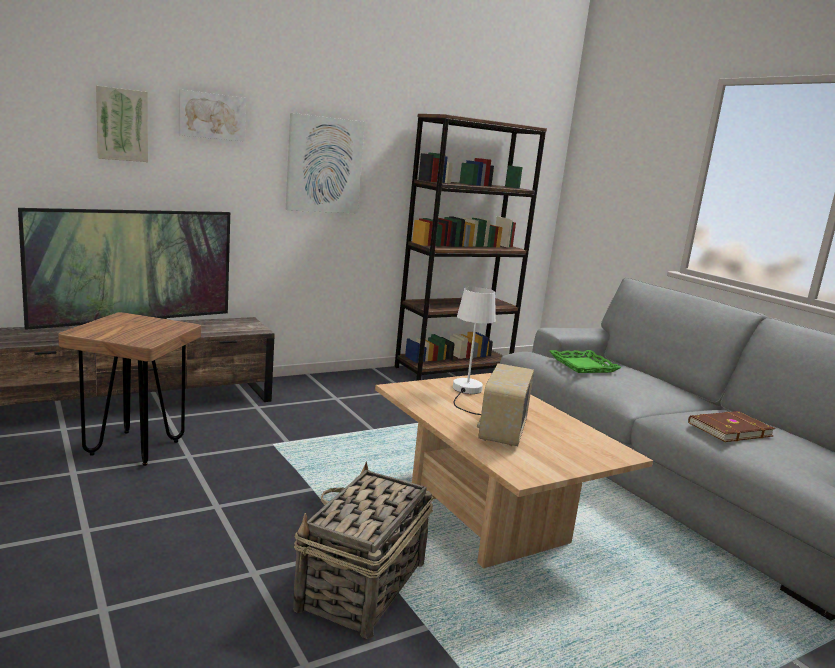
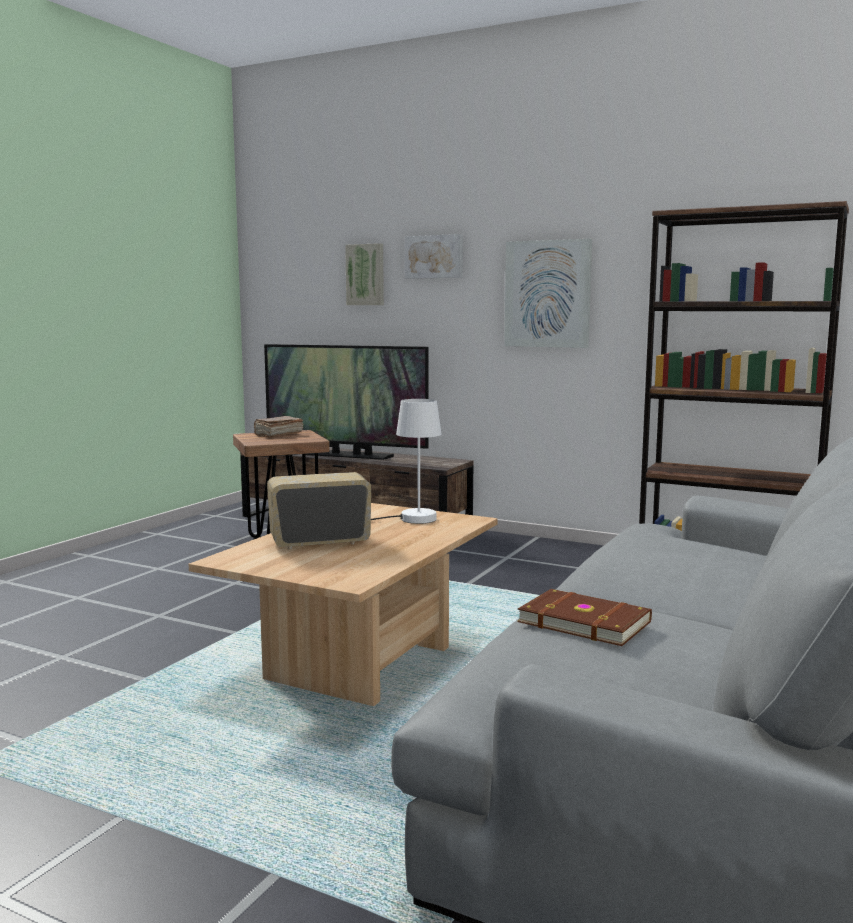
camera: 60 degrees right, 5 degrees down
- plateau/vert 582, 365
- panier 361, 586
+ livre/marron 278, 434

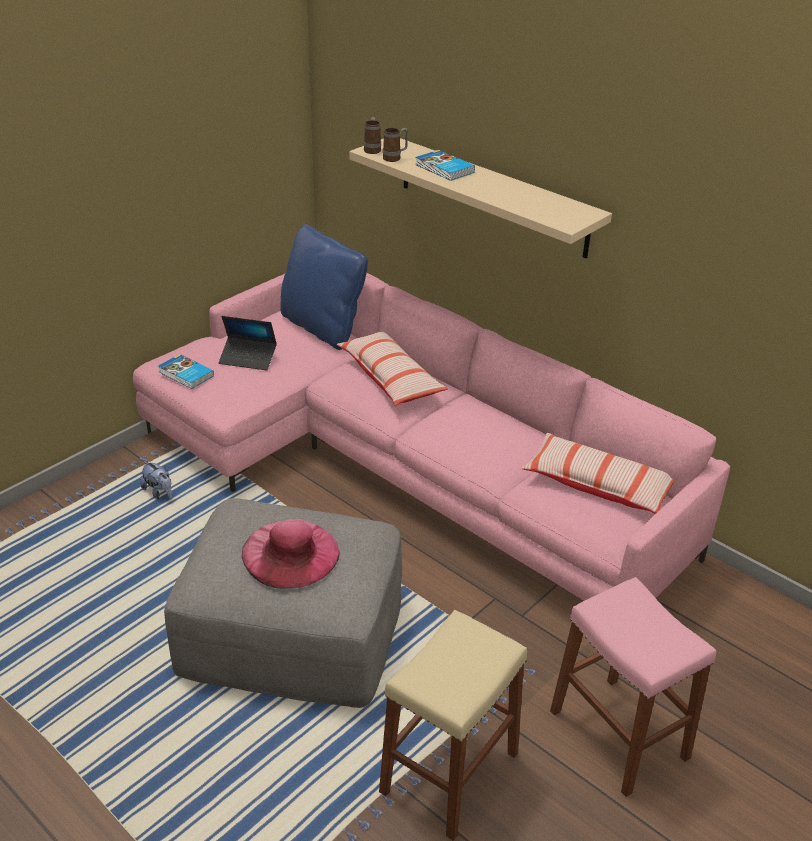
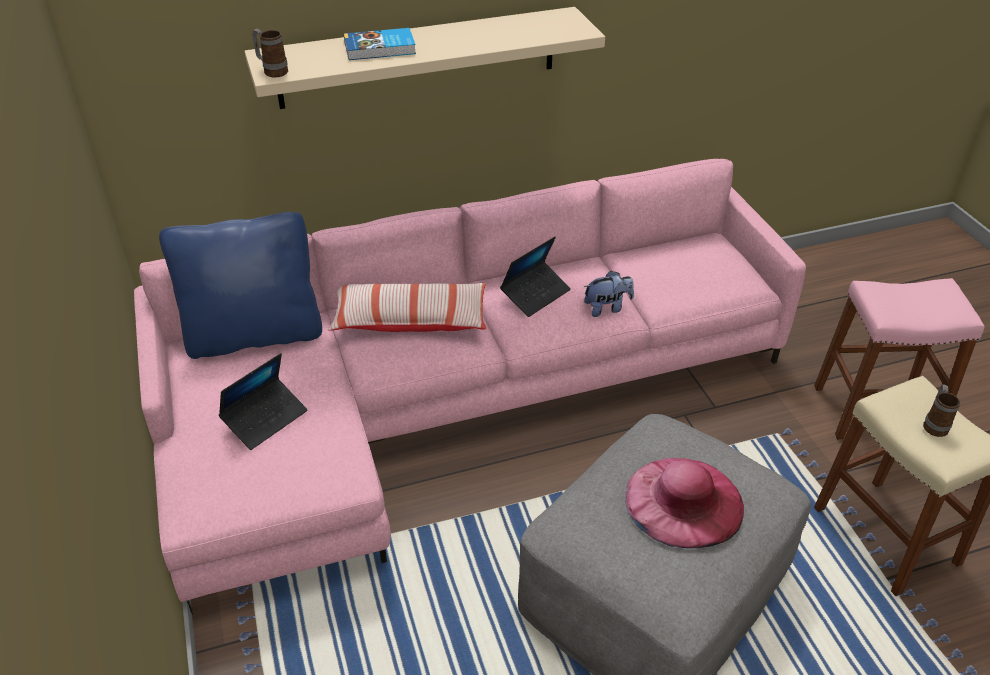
camera: 60 degrees left, 5 degrees up
~ mug 395, 158 to 934, 424
- livre 185, 374
- coussin 598, 485
~ peluche 159, 492 to 607, 308
+ ordinateur portable 535, 294

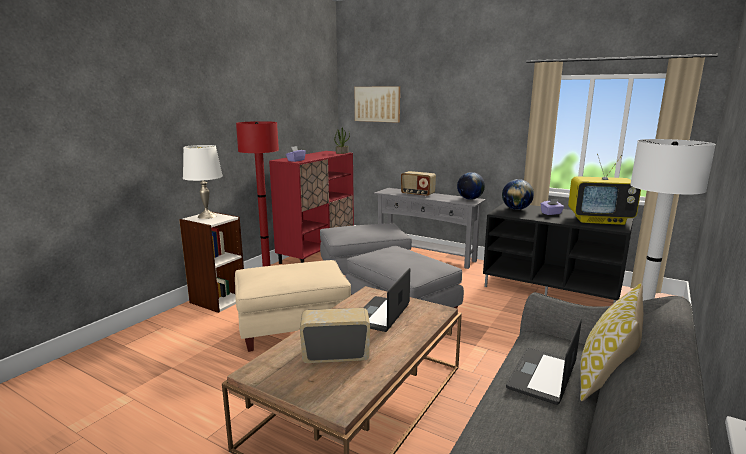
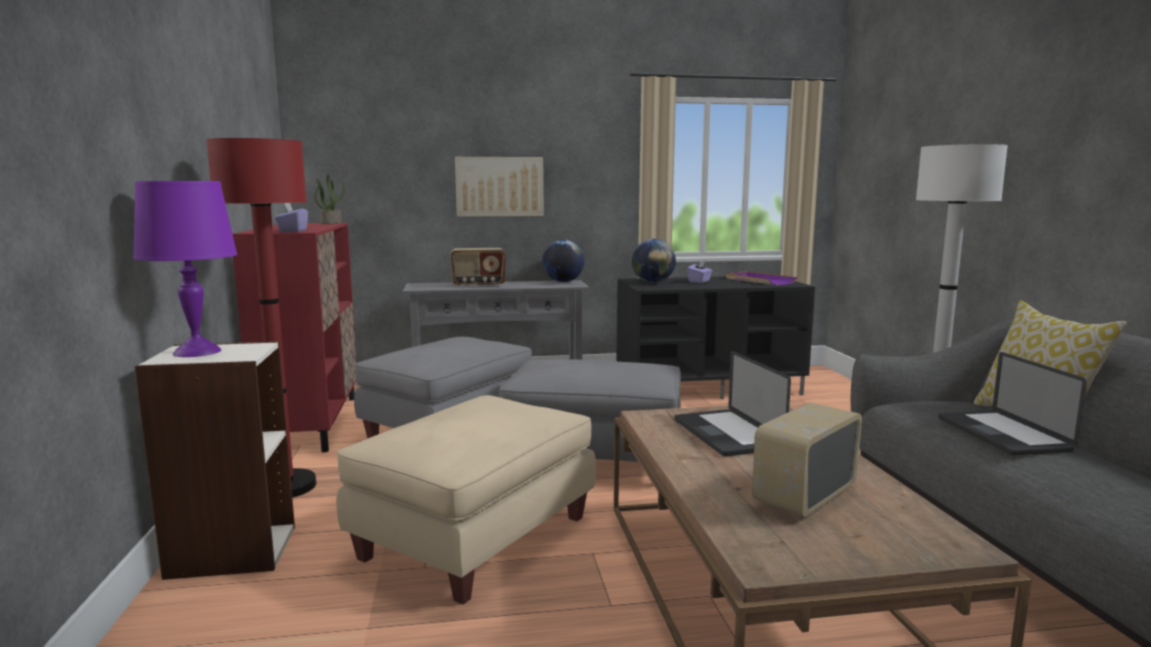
camera: 40 degrees left, 5 degrees down
~ tableau 377, 104 to 499, 186
~ lampe de table/blanc 206, 216 to lampe de table/violet 196, 352
~ téléviseur 599, 220 to plateau/violet 759, 281

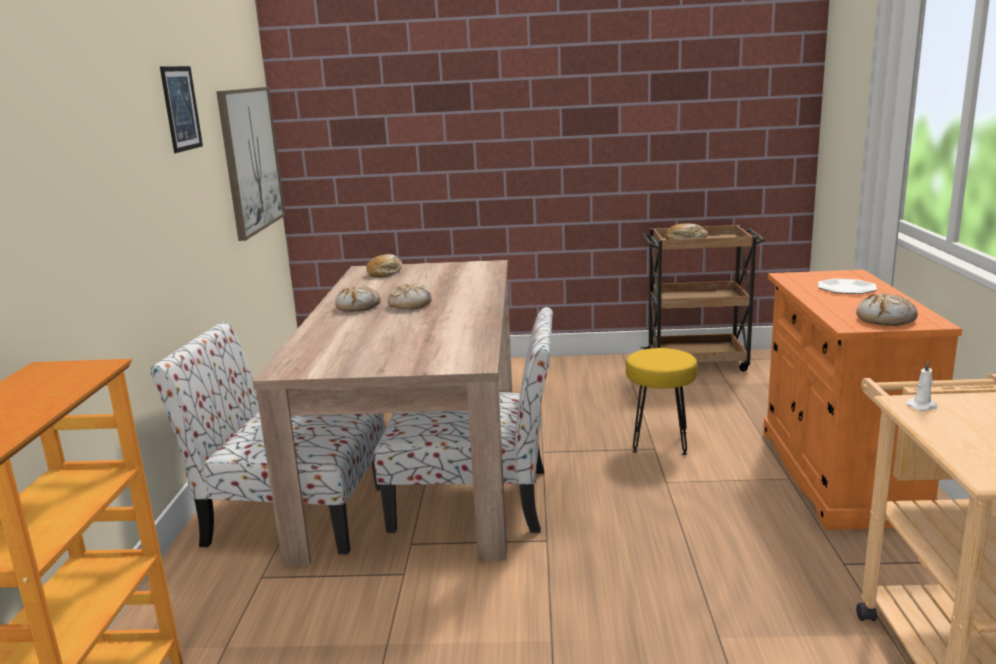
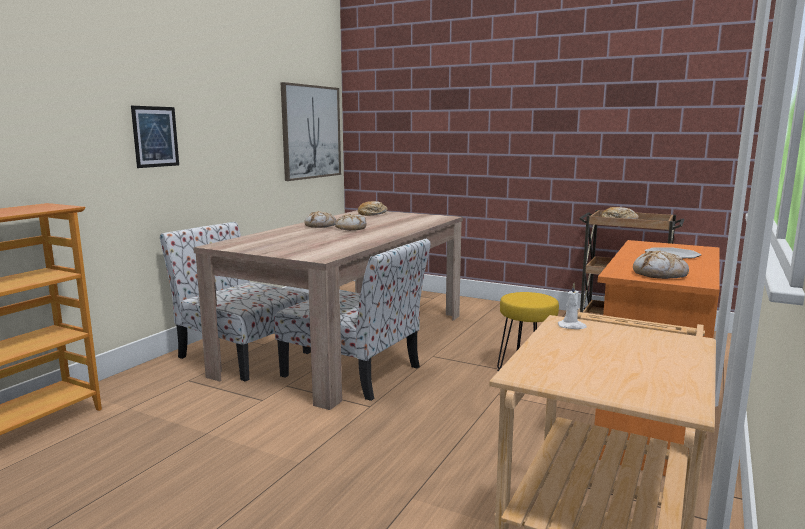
camera: 25 degrees right, 5 degrees down
~ tableau 181, 108 to 155, 136

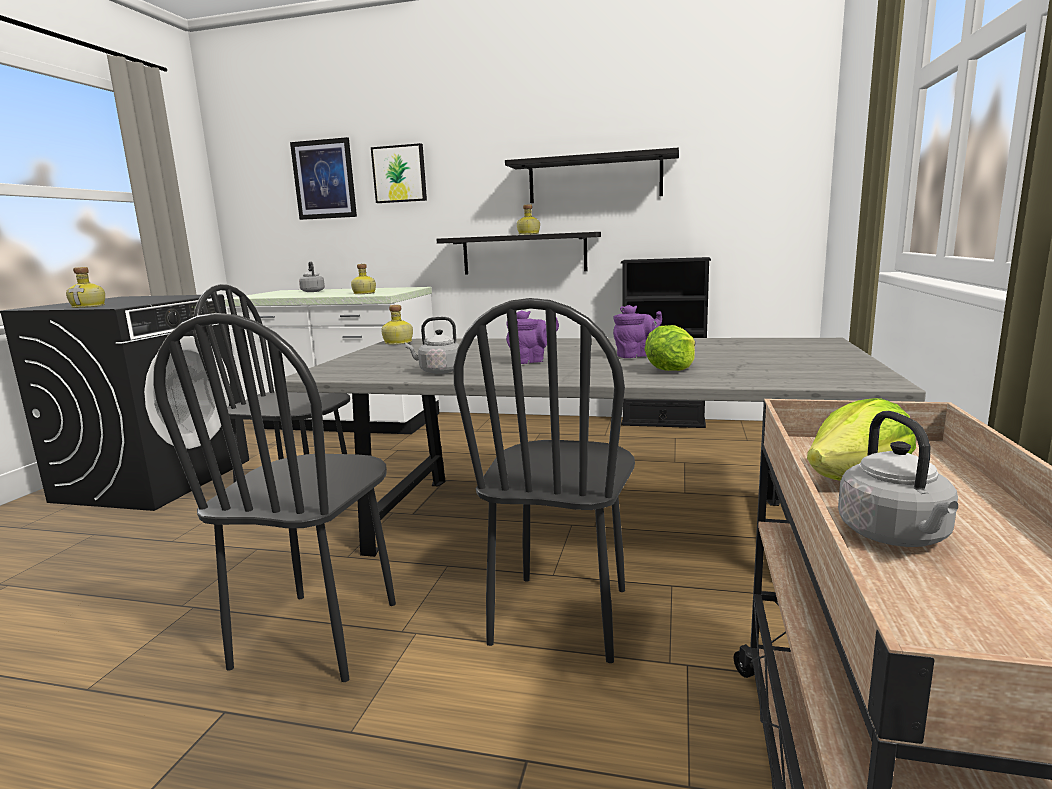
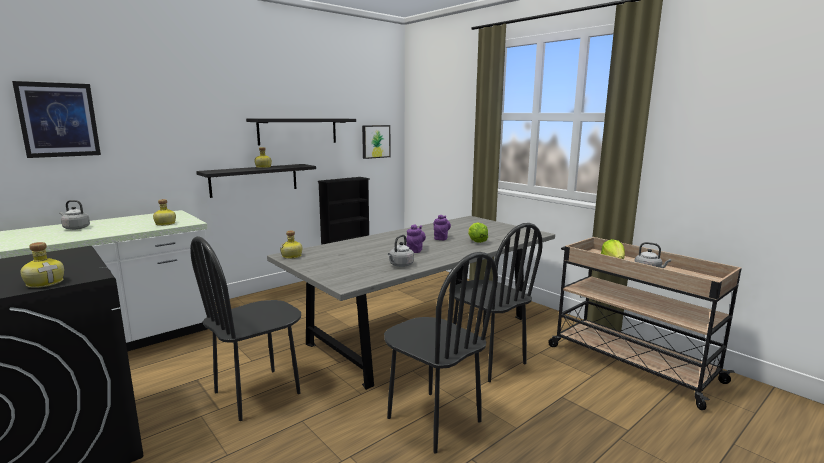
camera: 55 degrees left, 0 degrees up
~ tableau 400, 174 to 375, 141

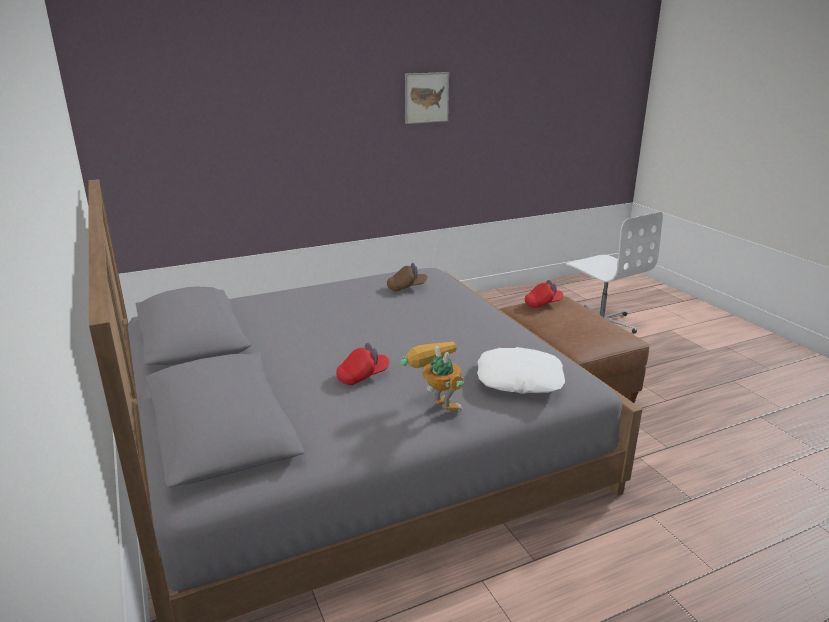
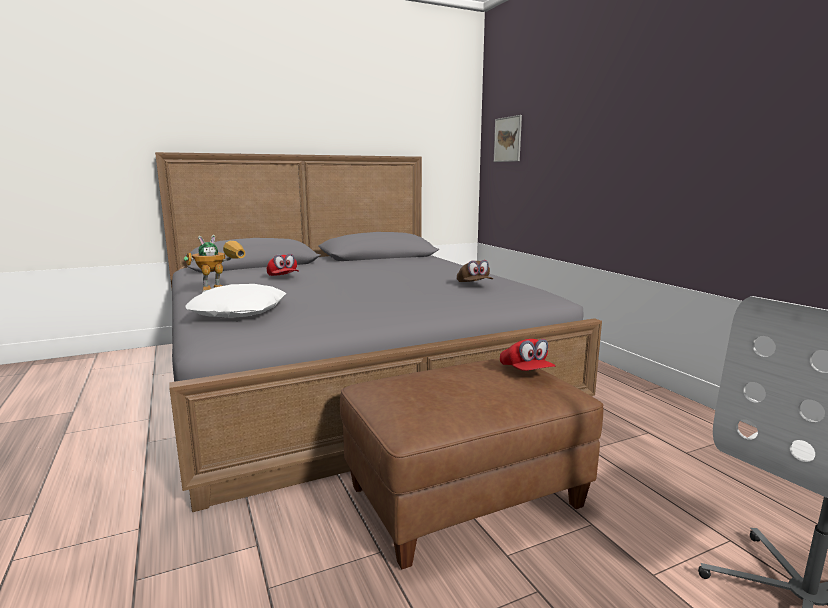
camera: 90 degrees right, 10 degrees down
~ tableau 426, 98 to 507, 139

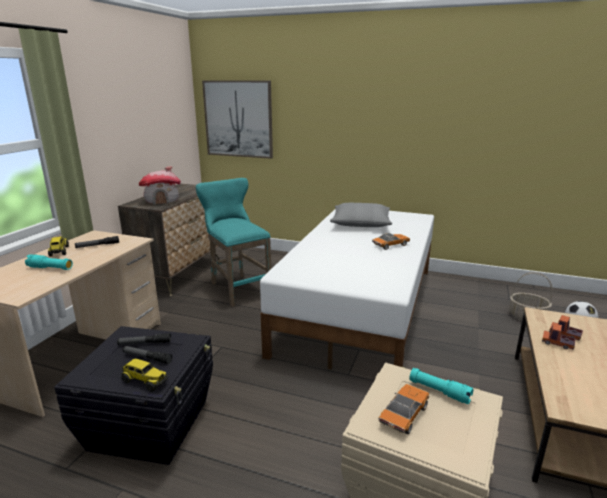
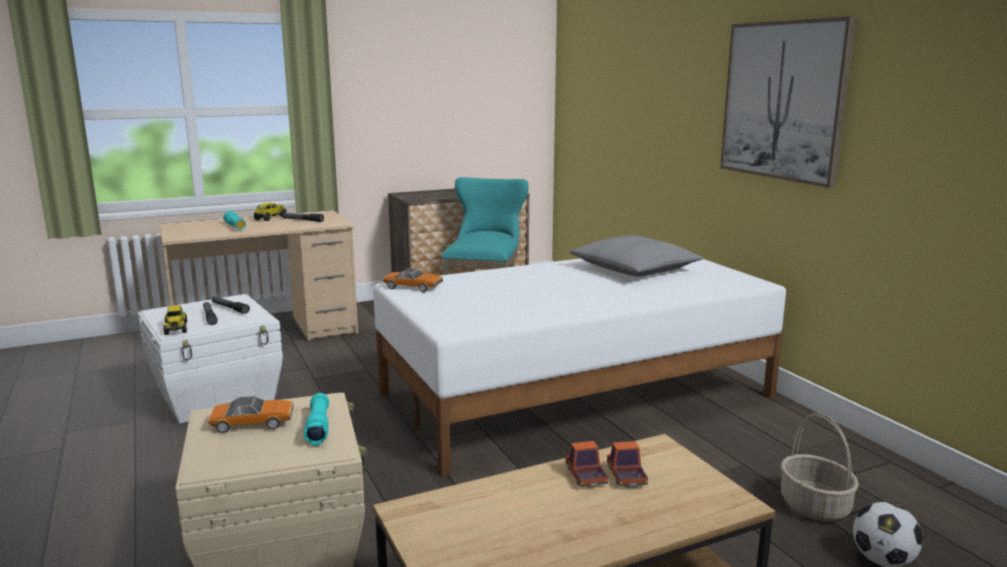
camera: 45 degrees right, 5 degrees down
~ tableau 238, 119 to 783, 101
- maison miniature 162, 200
~ petite voiture 390, 245 to 413, 287
~ boîte de rangement/noir 151, 424 to boîte de rangement/blanc 217, 395

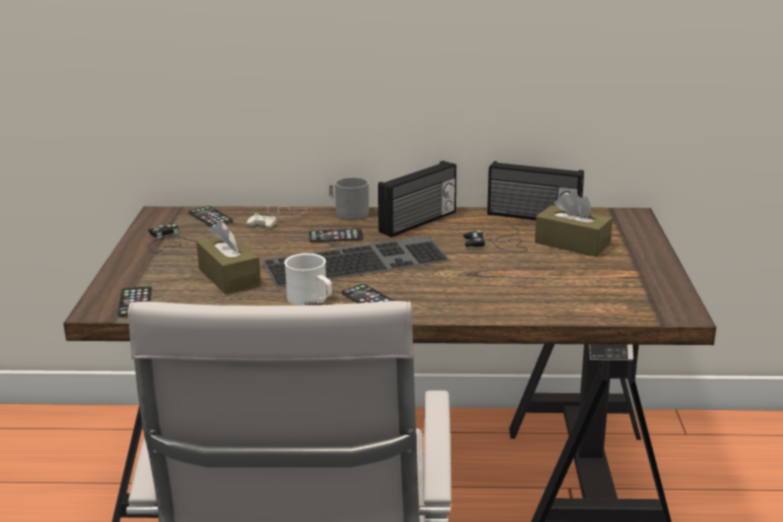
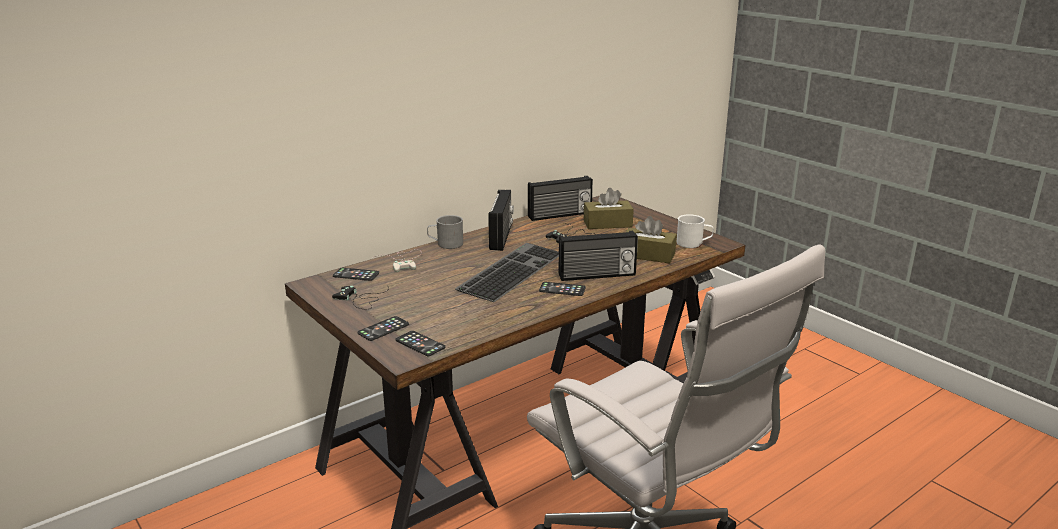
camera: 40 degrees left, 0 degrees up
~ boîte à mouchoirs/marron 229, 277 to 648, 255
~ téléphone 335, 236 to 383, 329
~ mug/blanc 311, 300 to 693, 243
+ radio 597, 275

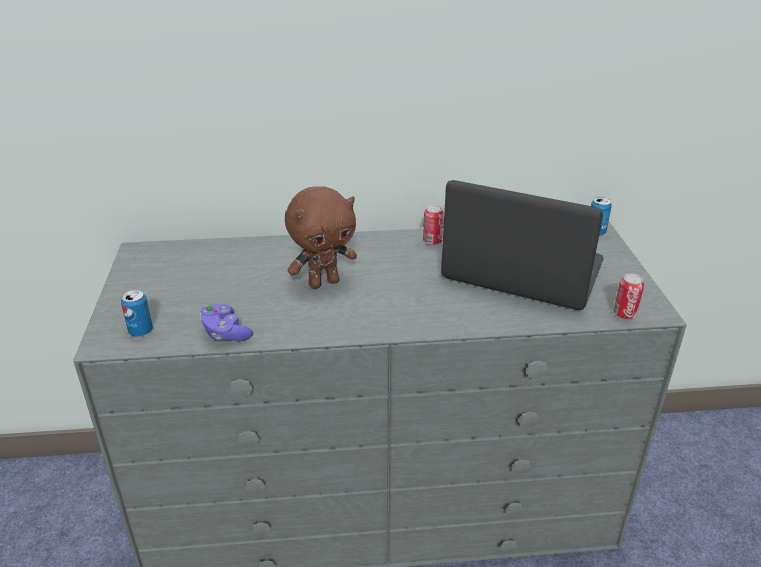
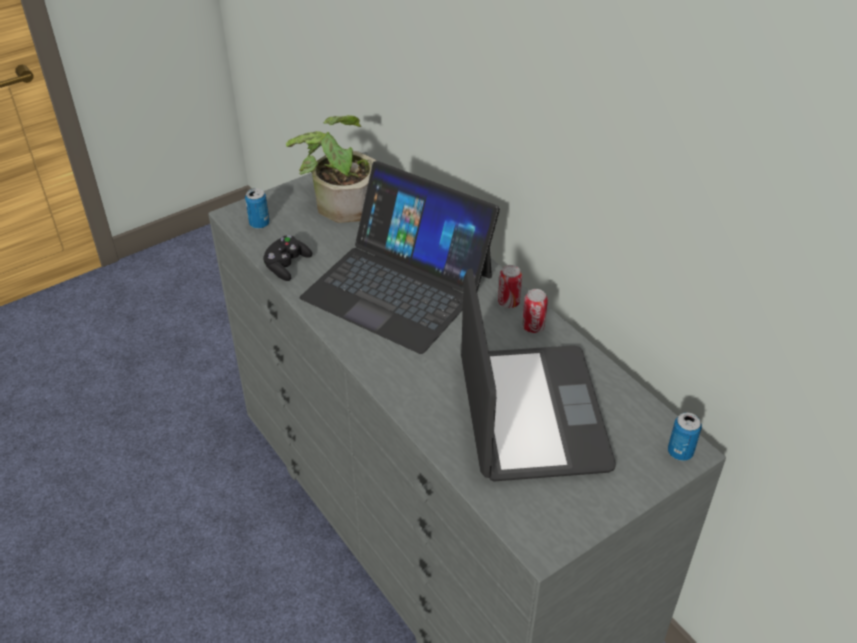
camera: 60 degrees right, 10 degrees up
~ peluche/marron 324, 282 to ordinateur portable 398, 286
~ boîte métallique 624, 314 to 508, 302
~ manette/violet 225, 333 to manette/noir 287, 266
+ plante en pot 339, 200

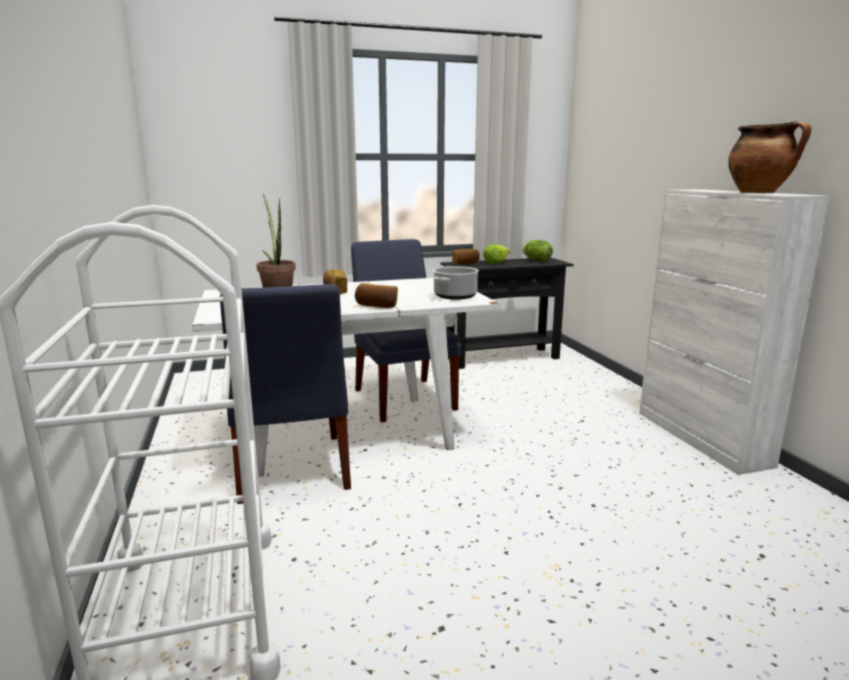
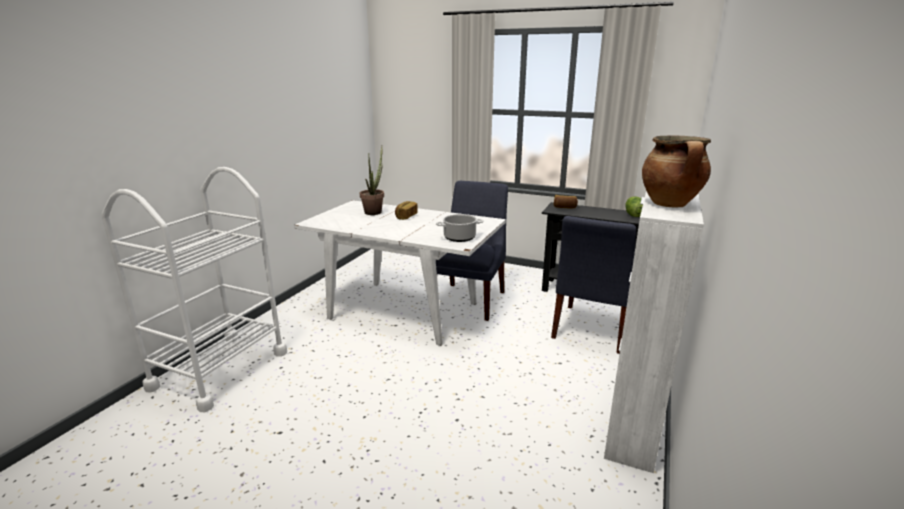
camera: 40 degrees right, 5 degrees up
- laitue 495, 262
- pain 377, 306
~ chaise/bleu 291, 470 to 590, 330

